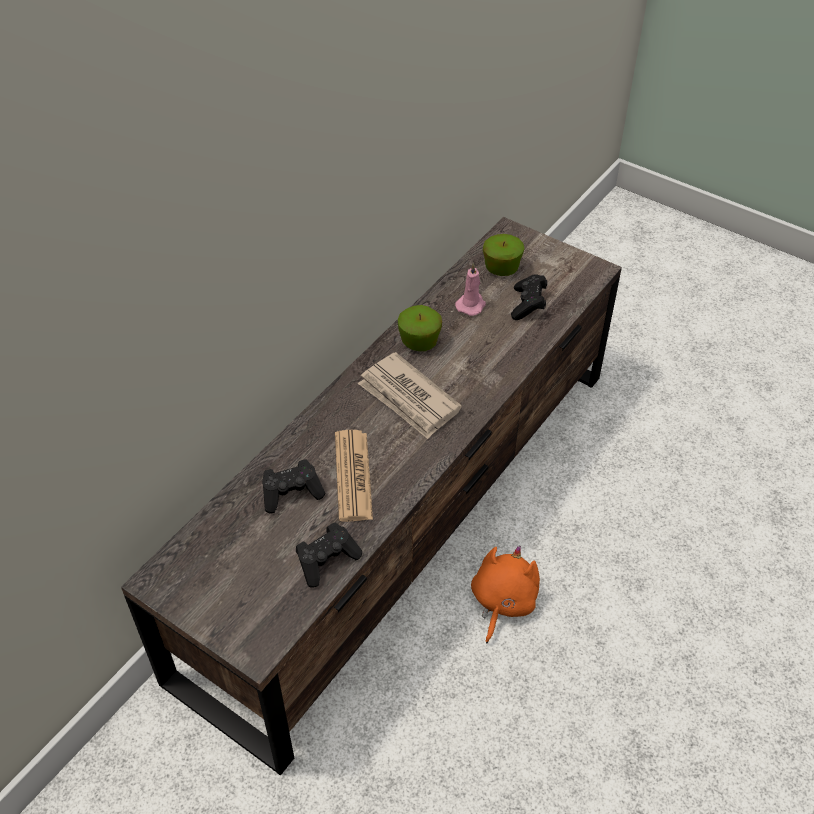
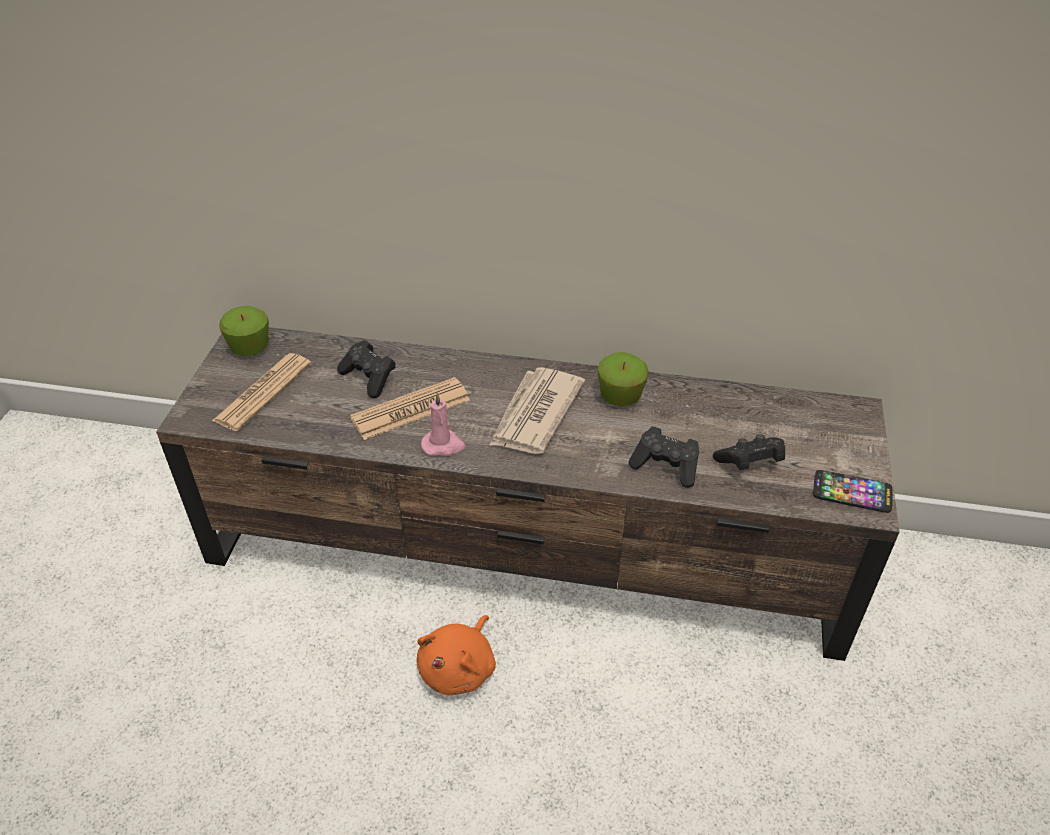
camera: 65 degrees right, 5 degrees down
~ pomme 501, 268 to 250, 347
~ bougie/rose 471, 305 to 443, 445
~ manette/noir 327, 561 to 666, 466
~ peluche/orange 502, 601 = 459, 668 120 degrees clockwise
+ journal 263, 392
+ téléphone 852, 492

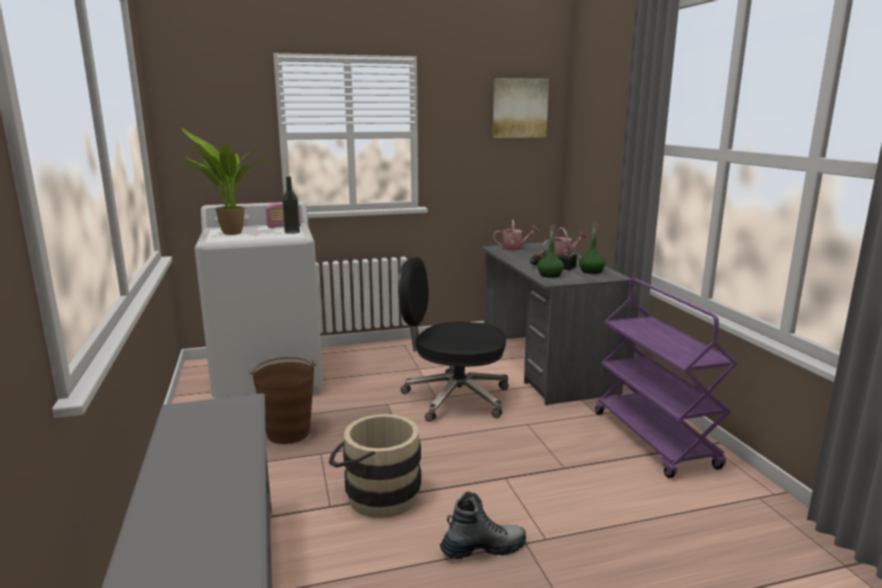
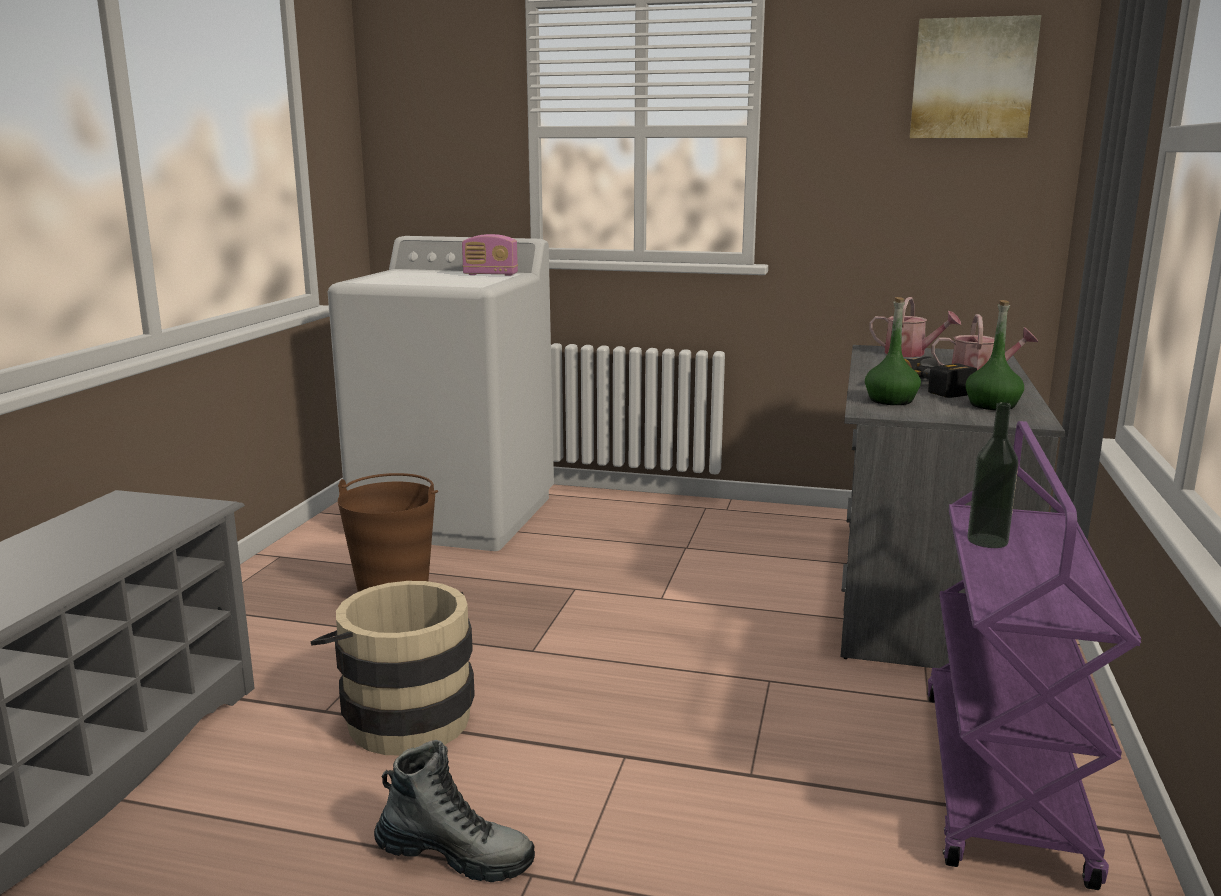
camera: 30 degrees right, 0 degrees up
- plante en pot 230, 234
~ bouteille 292, 232 to 987, 541
- chaise de bureau/noir 454, 398

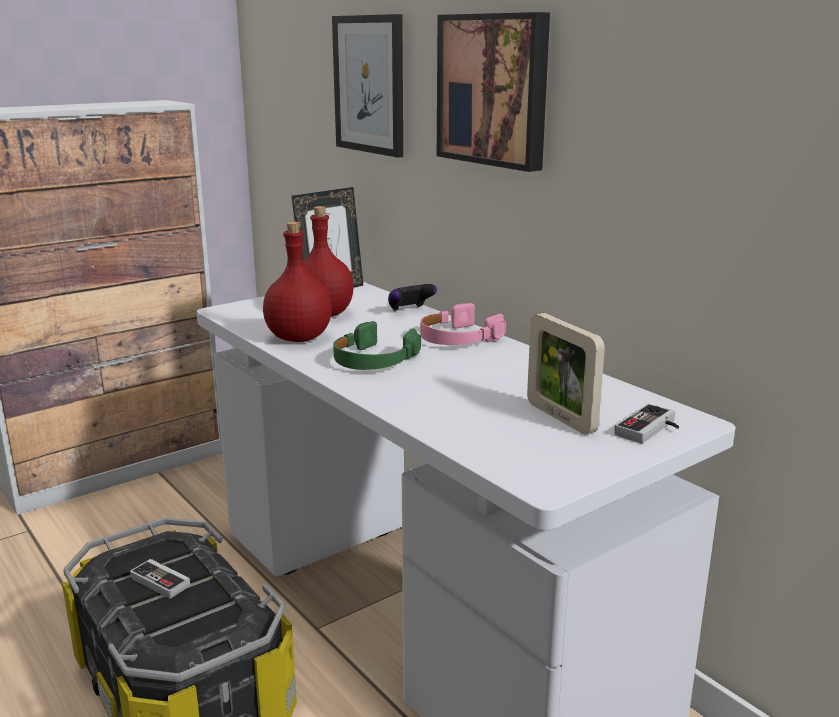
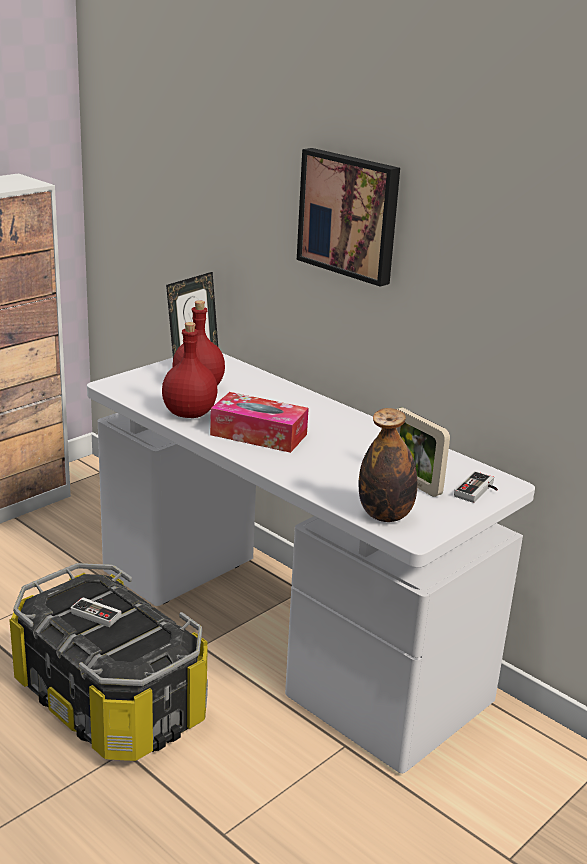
camera: 10 degrees left, 5 degrees up
- tableau 369, 85
- manette 409, 311
- casque audio/rose 458, 338
~ casque audio/vert 373, 360 to boîte à mouchoirs 258, 434
+ bouteille 385, 515

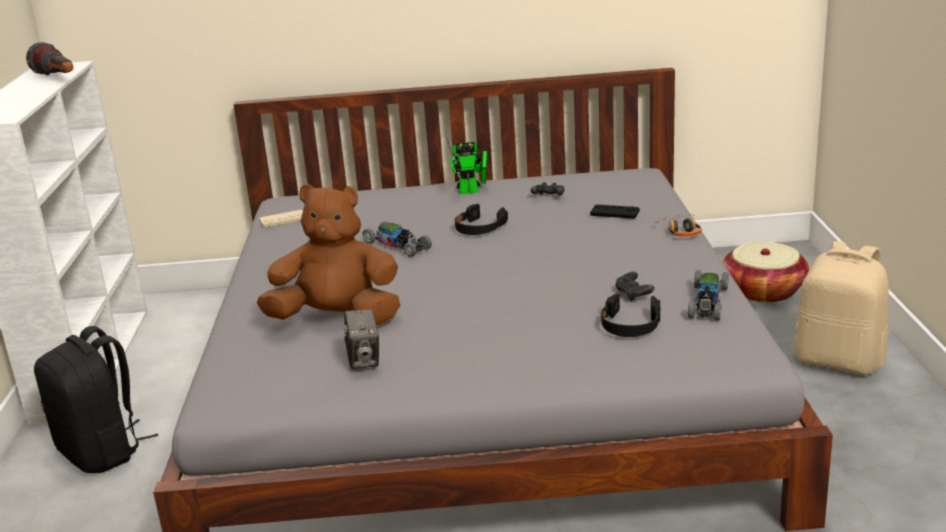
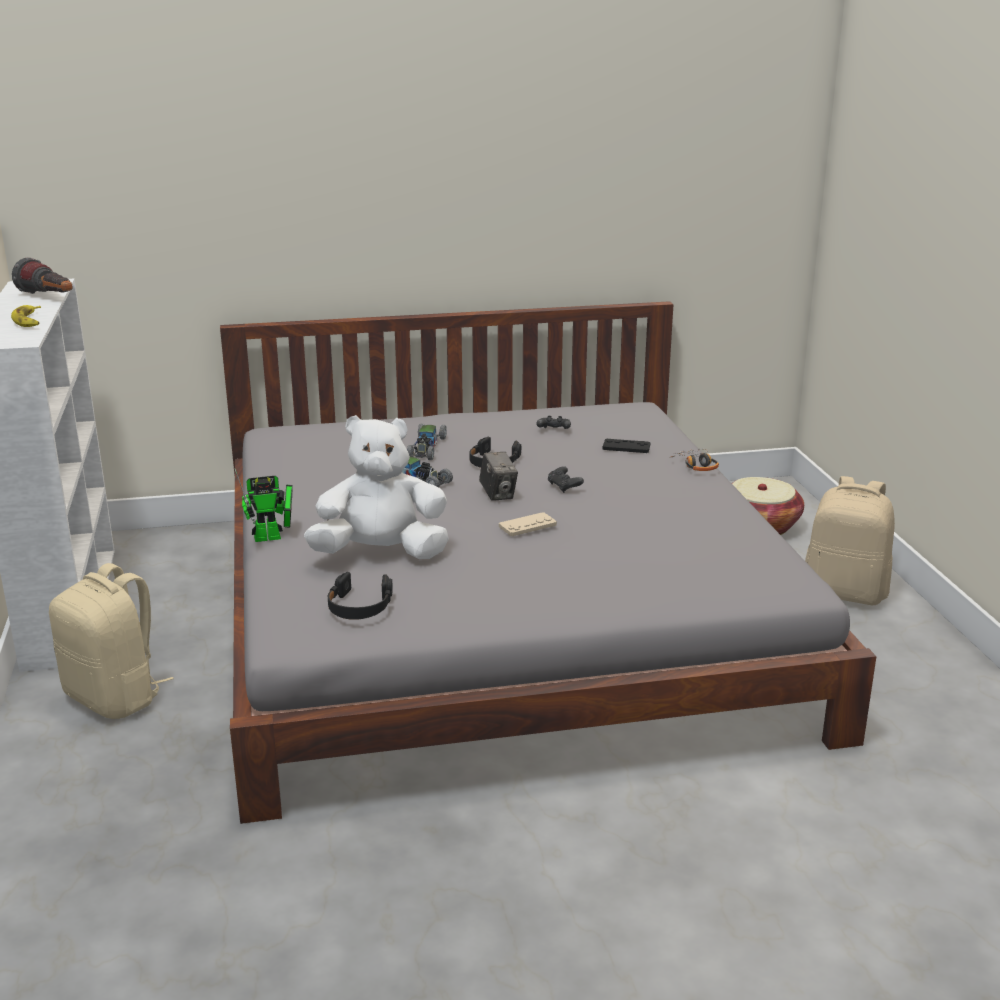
camera: 10 degrees left, 0 degrees up
~ robot jouet 472, 191 to 272, 537
~ peluche/marron 337, 319 to peluche/blanc 381, 553
~ manette/beige 283, 219 to 527, 525
~ petite voiture 707, 302 to 426, 448
~ manette/noir 633, 295 to 564, 487
~ casque audio/noir 630, 325 to 359, 606
~ appareil photo 364, 360 to 498, 494
~ sac à dos/noir 102, 452 to sac à dos/beige 116, 698
+ banane 29, 321

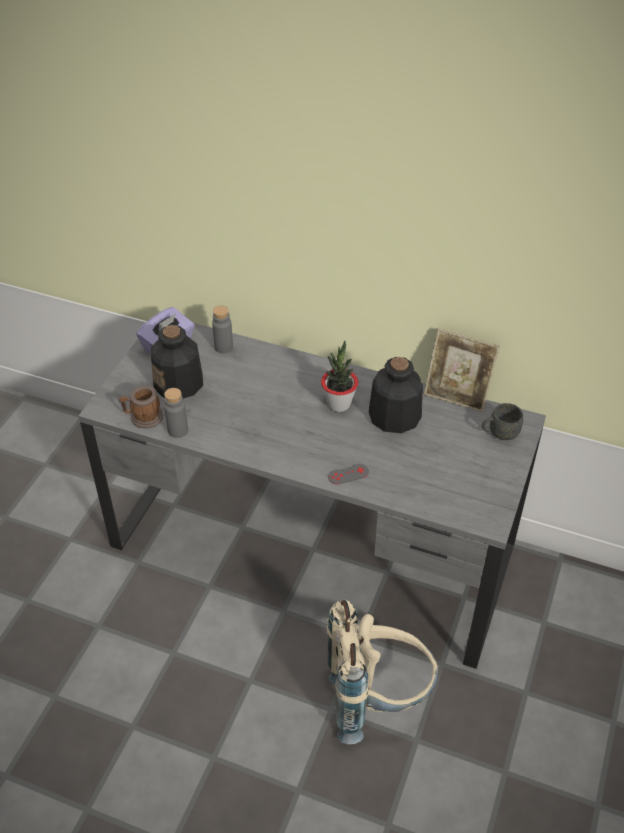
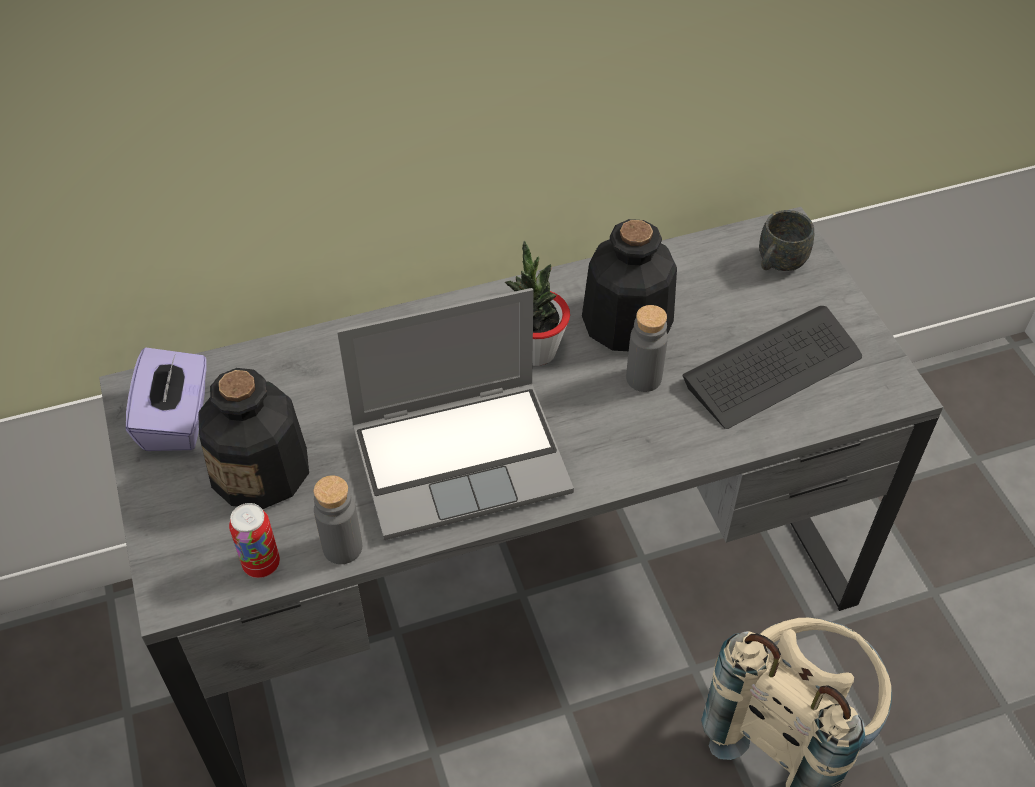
camera: 40 degrees left, 5 degrees up
~ bouteille/gris 223, 347 to 643, 378
- cadre photo 457, 396
~ mug 143, 417 to boîte métallique 261, 564
- manette/gris 348, 474
+ ordinateur portable 462, 458
+ clavier 773, 369

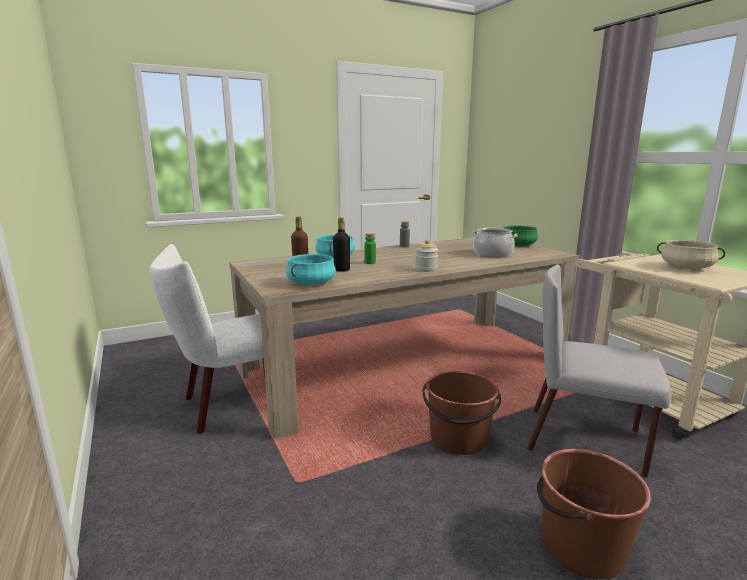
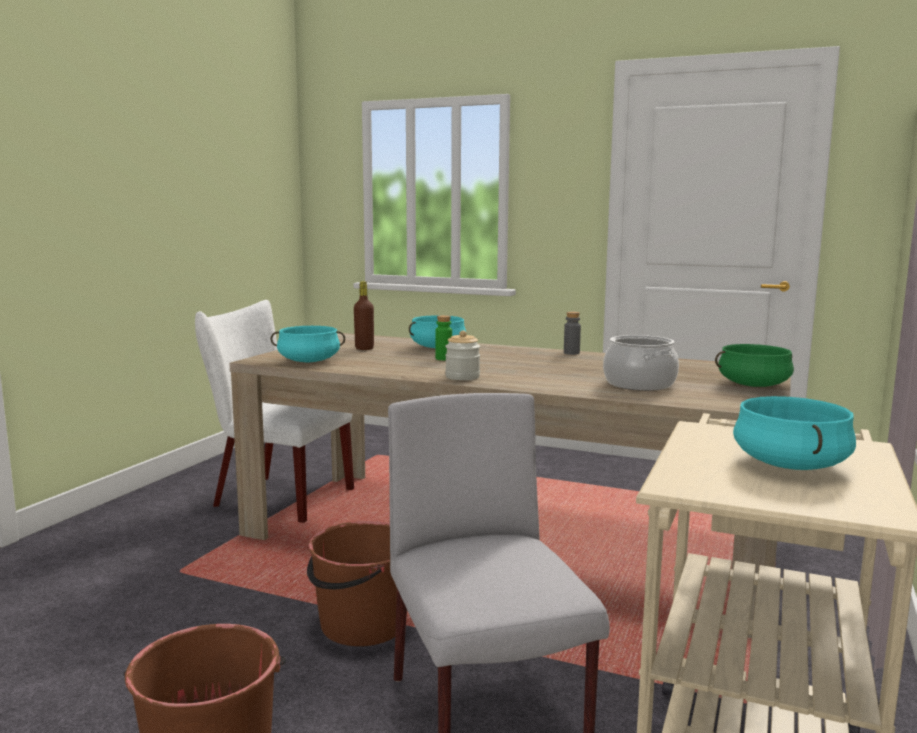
camera: 50 degrees right, 5 degrees down
- bouteille/noir 342, 270
~ marmite/beige 686, 268 to marmite/turquoise 789, 464

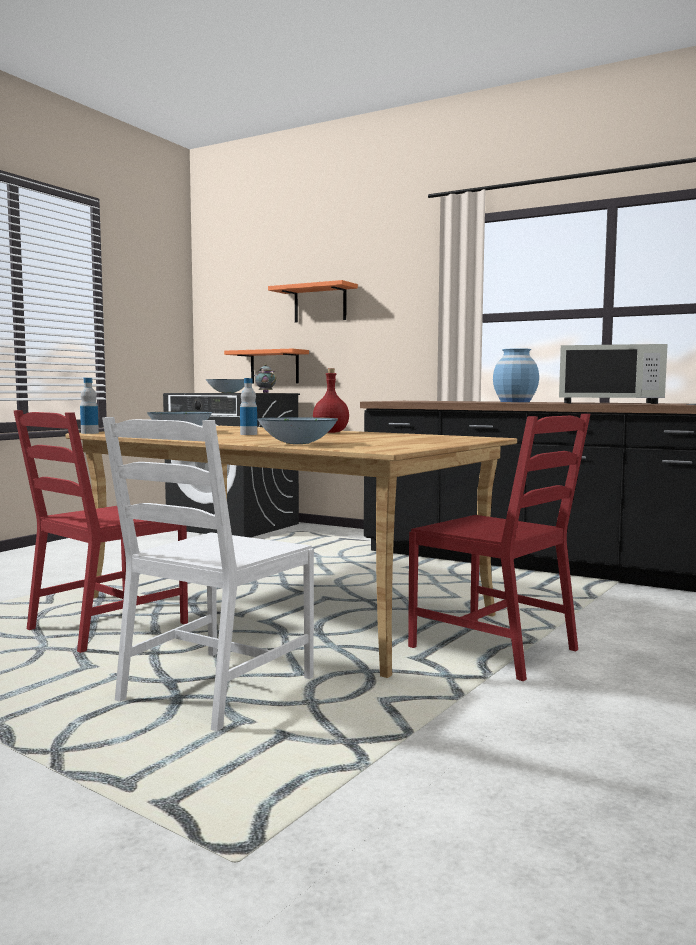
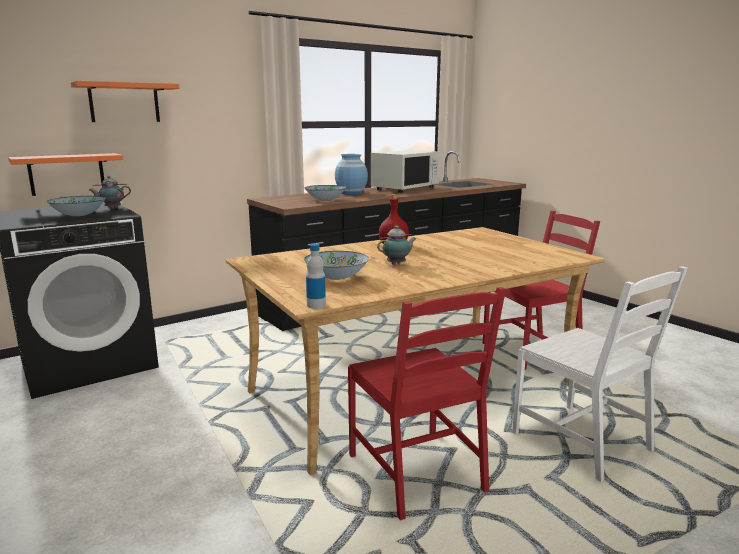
camera: 65 degrees left, 10 degrees up
~ bouteille 248, 434 to théière 397, 264
~ bol 297, 443 to 325, 200

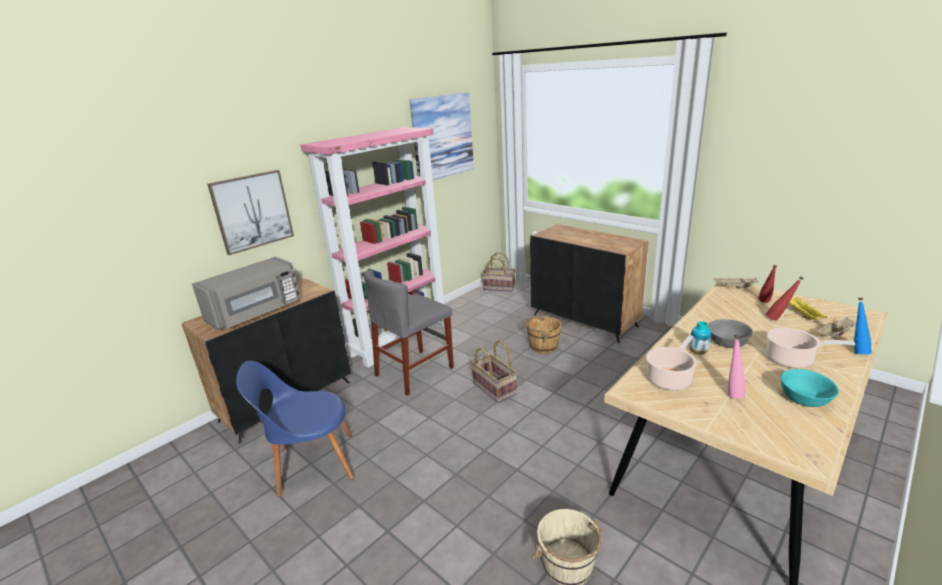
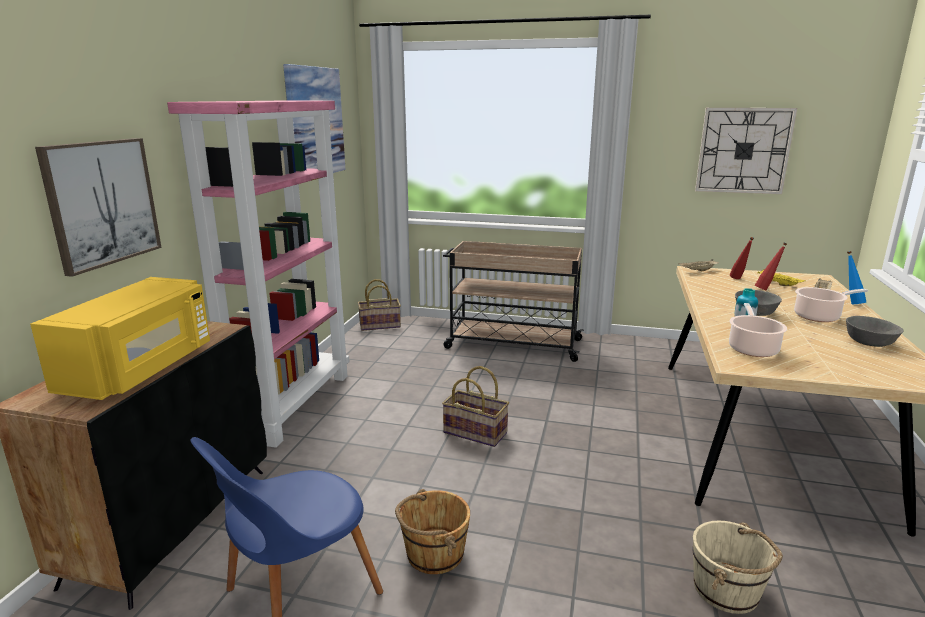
camera: 30 degrees left, 5 degrees down
~ meuble de rangement/noir 585, 320 to chariot/beige 511, 344
~ micro-ondes/gris 256, 312 to micro-ondes/jaune 142, 369
- chaise/gris 414, 371
~ seau/marron 543, 346 to 433, 554
- bouteille/rose 732, 393
~ bol/turquoise 805, 399 to bol/gris 869, 342
+ horloge murale 743, 150

